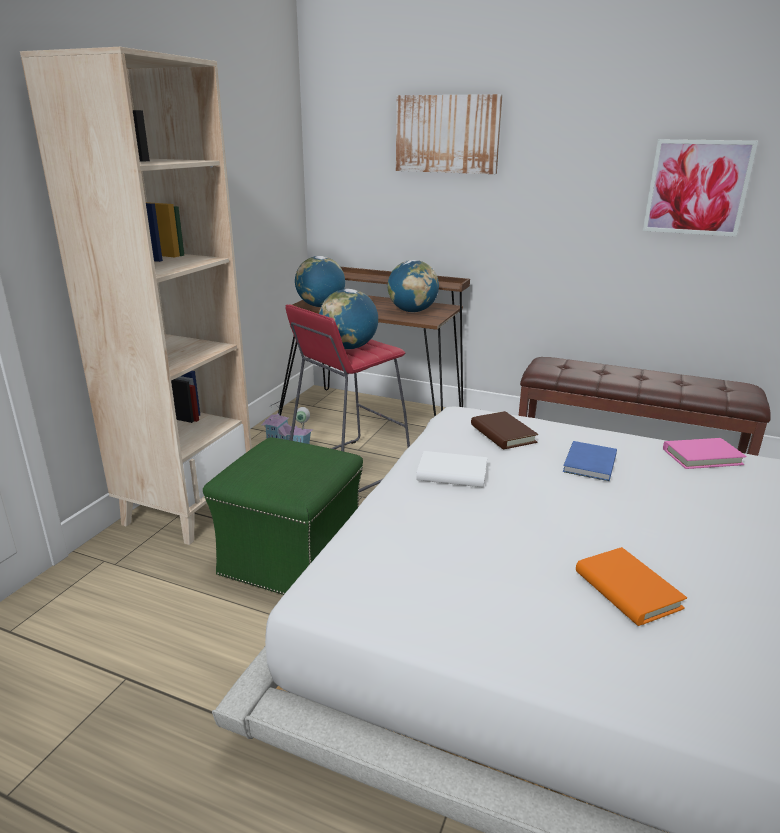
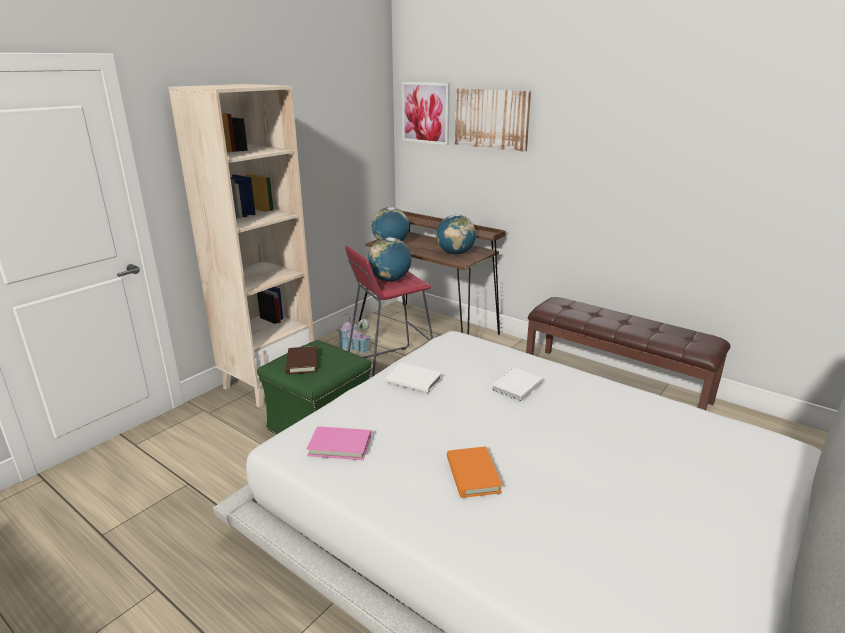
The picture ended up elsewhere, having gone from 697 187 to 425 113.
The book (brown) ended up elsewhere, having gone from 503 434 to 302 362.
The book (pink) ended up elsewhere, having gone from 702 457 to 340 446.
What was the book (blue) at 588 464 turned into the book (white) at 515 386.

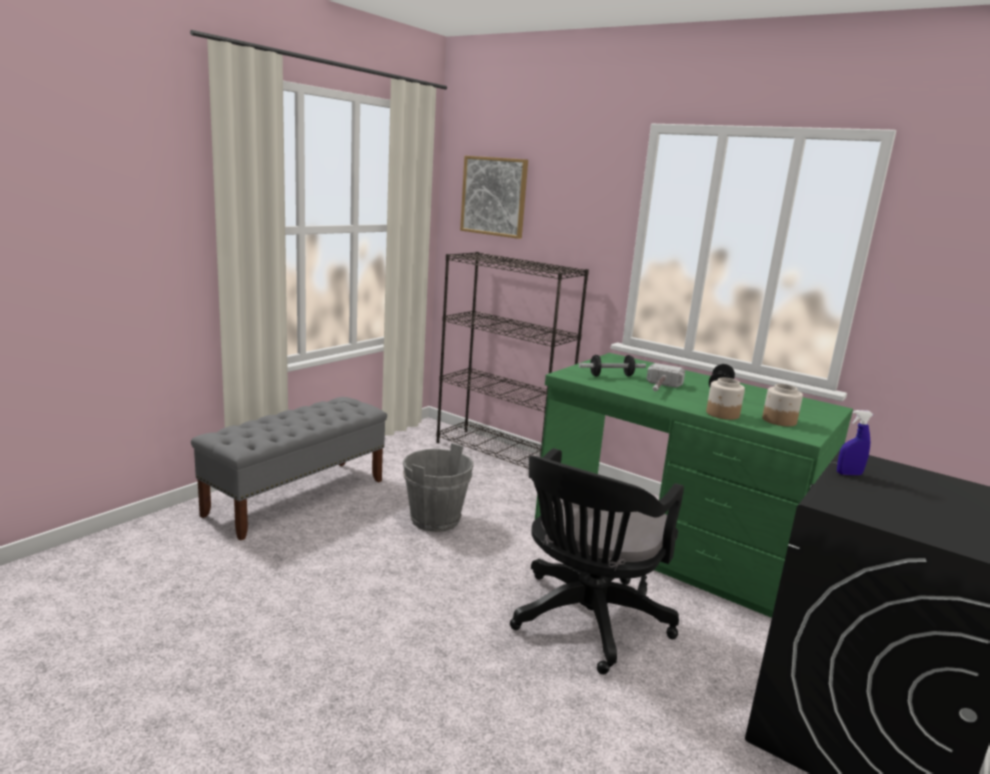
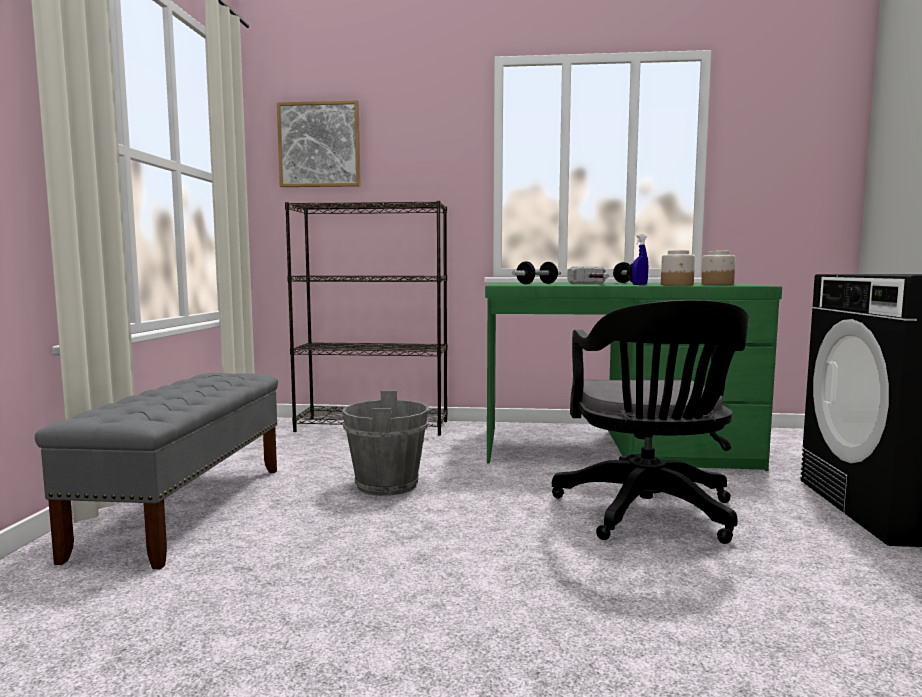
The spray bottle (blue) ended up elsewhere, having gone from 849 474 to 639 285.

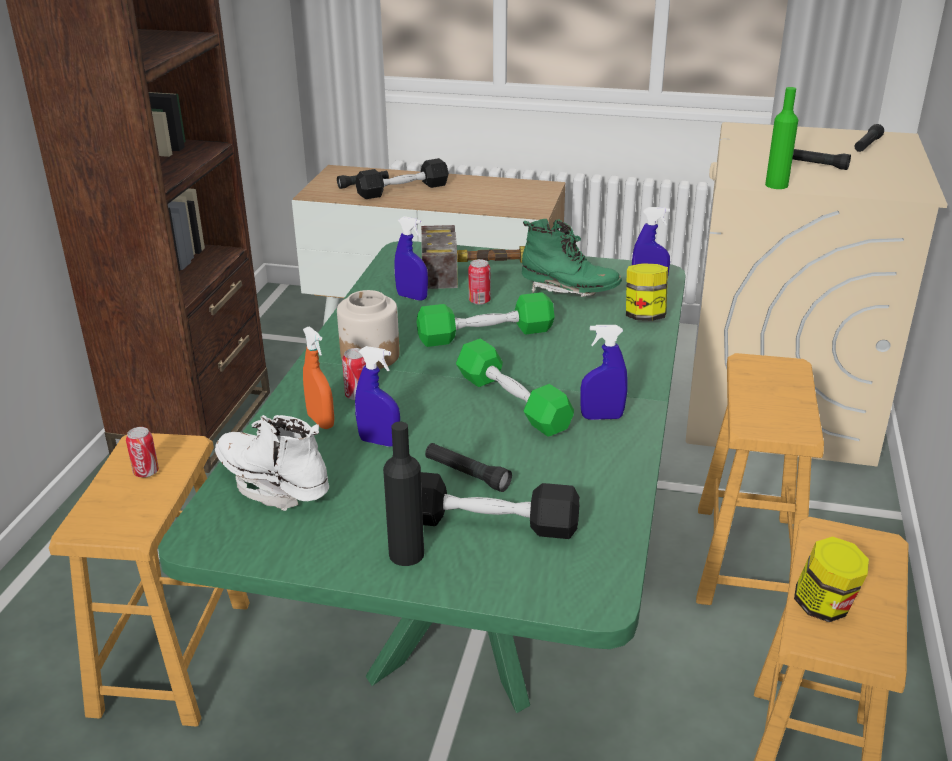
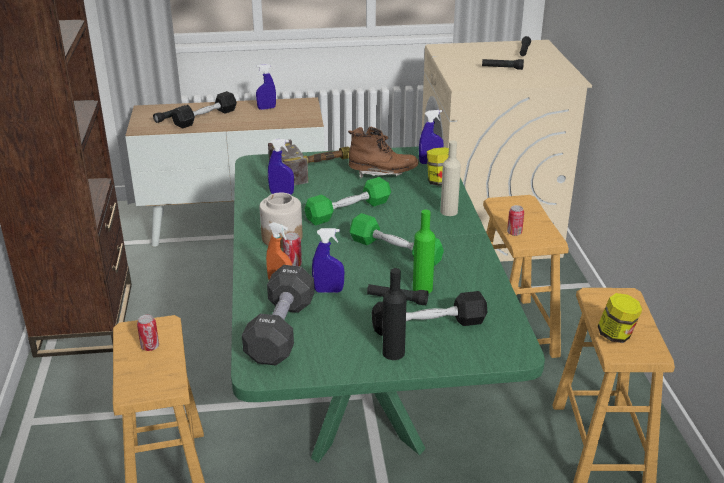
The bottle (green) ended up elsewhere, having gone from 776 185 to 422 288.
What was the boot (green) at 569 291 turned into the boot (brown) at 382 173.
The can ended up elsewhere, having gone from 479 301 to 514 233.
The spray bottle (blue) ended up elsewhere, having gone from 602 417 to 266 108.
Where the boot (white) stood at 274 486, the dumbbell (black) came to stand at 281 331.
The second view gained the bottle (beige) at 449 211.

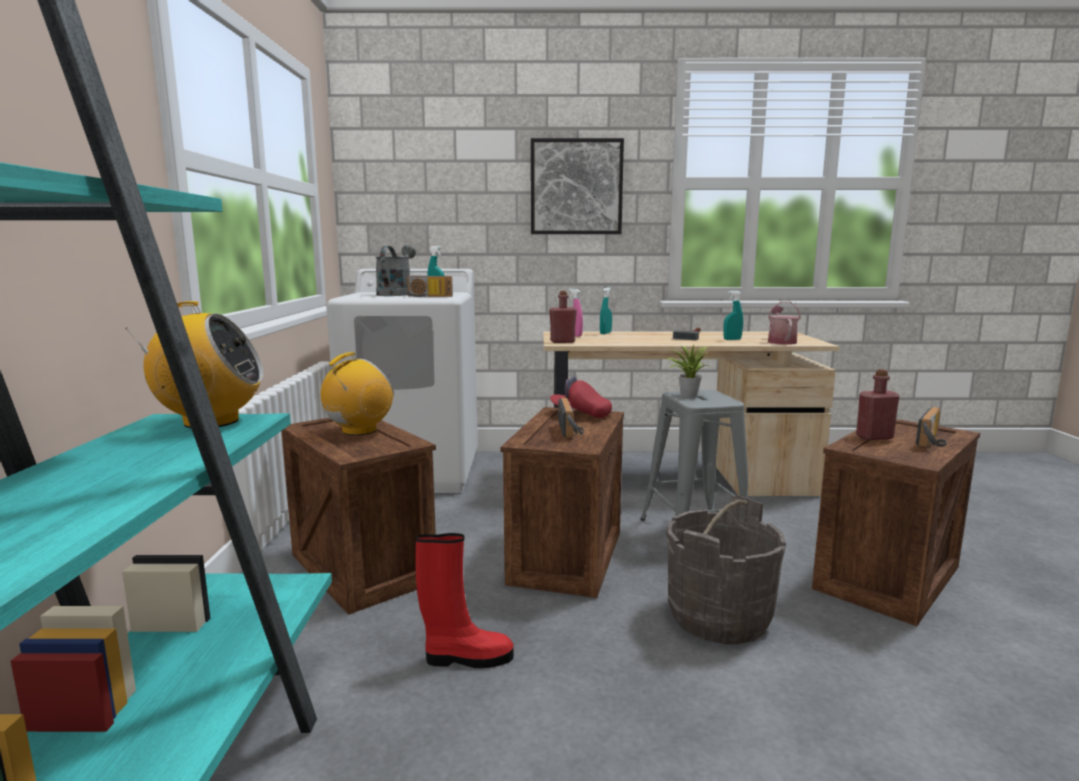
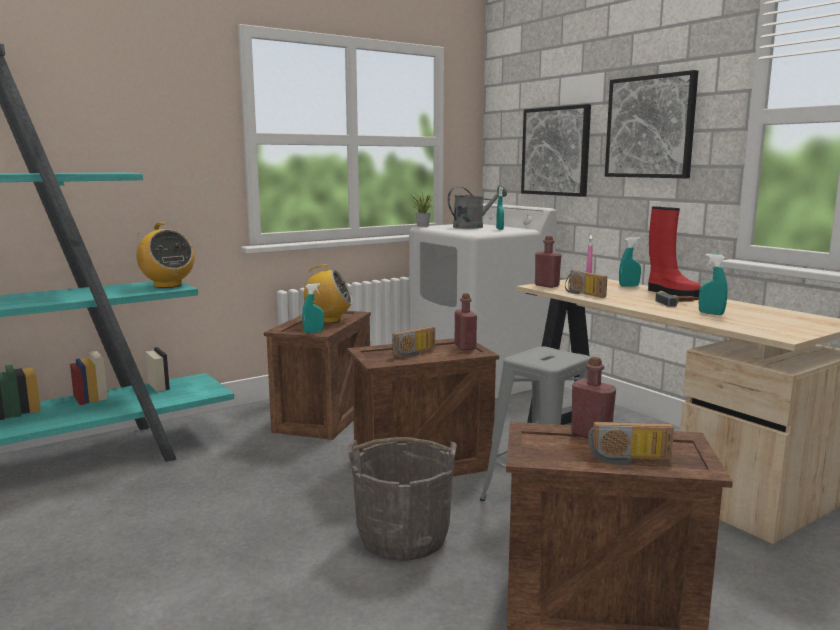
The radio ended up elsewhere, having gone from 427 296 to 582 294.
The second view lost the watering can at 781 341.
The potted plant ended up elsewhere, having gone from 686 395 to 423 226.
Where the cap (red) stood at 580 414, the bottle (red) came to stand at 465 347.
The boot (red) ended up elsewhere, having gone from 466 658 to 671 293.
The second view gained the picture at 556 151.
The second view gained the spray bottle (turquoise) at 313 332.

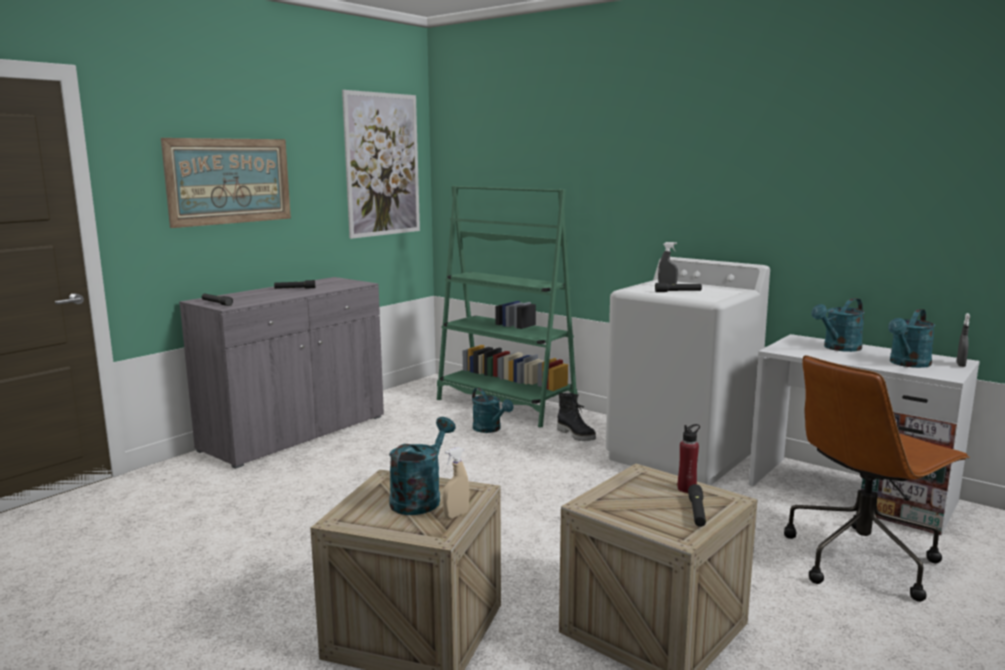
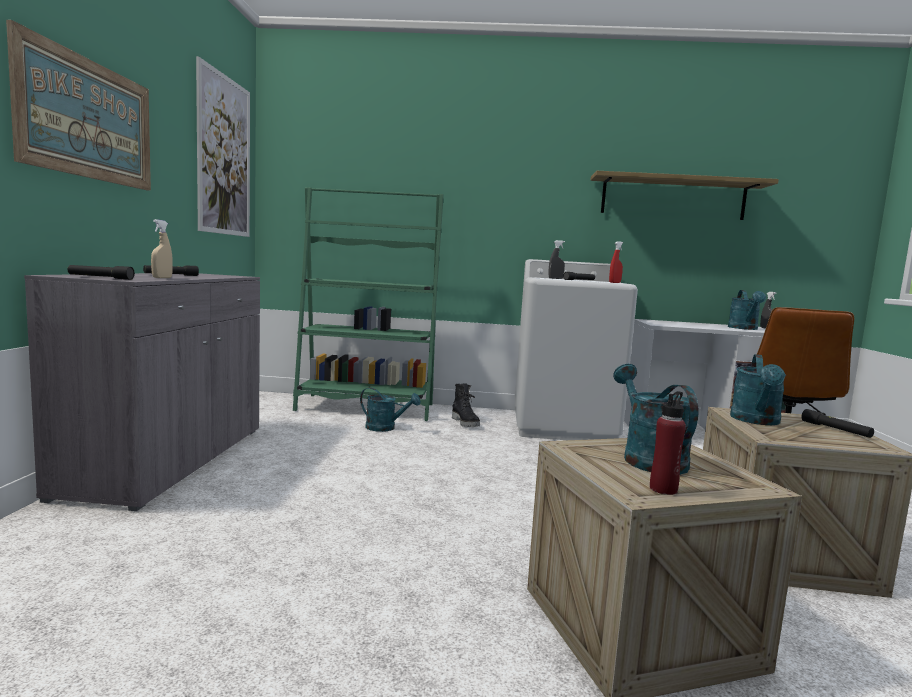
The watering can (turquoise) ended up elsewhere, having gone from 838 348 to 756 421.
The boot (black) at 577 435 ended up facing another way, 45 degrees clockwise from before.
The bottle (red) ended up elsewhere, having gone from 686 489 to 663 489.
The spray bottle (beige) ended up elsewhere, having gone from 456 515 to 162 278.
The second view gained the shelf at 673 198.
The second view gained the spray bottle (red) at 614 282.

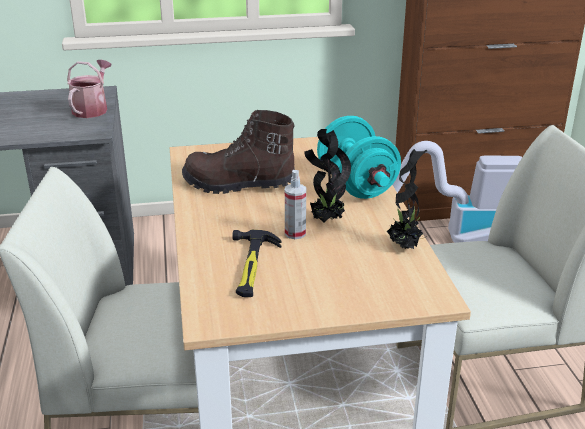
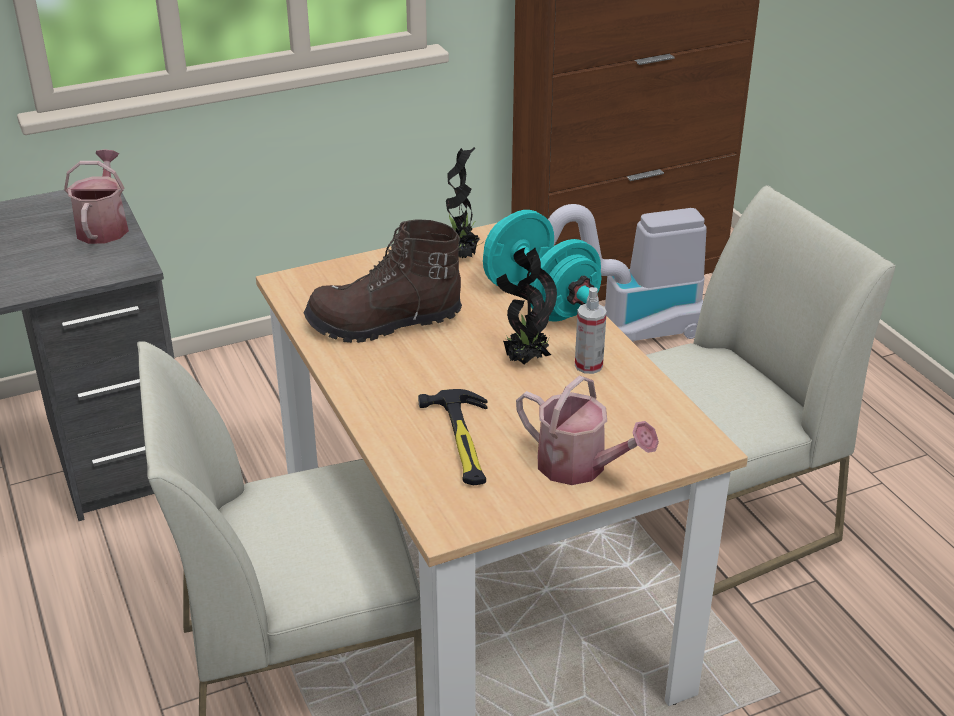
The potted plant ended up elsewhere, having gone from 405 246 to 461 256.
The spray bottle ended up elsewhere, having gone from 295 233 to 588 365.
The second view gained the watering can at 580 467.

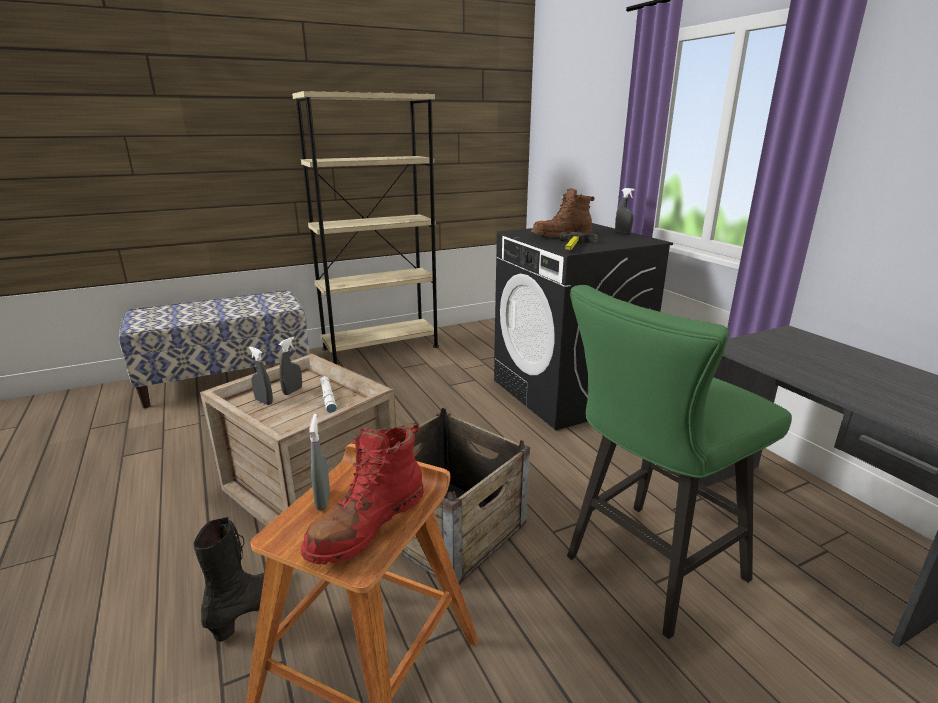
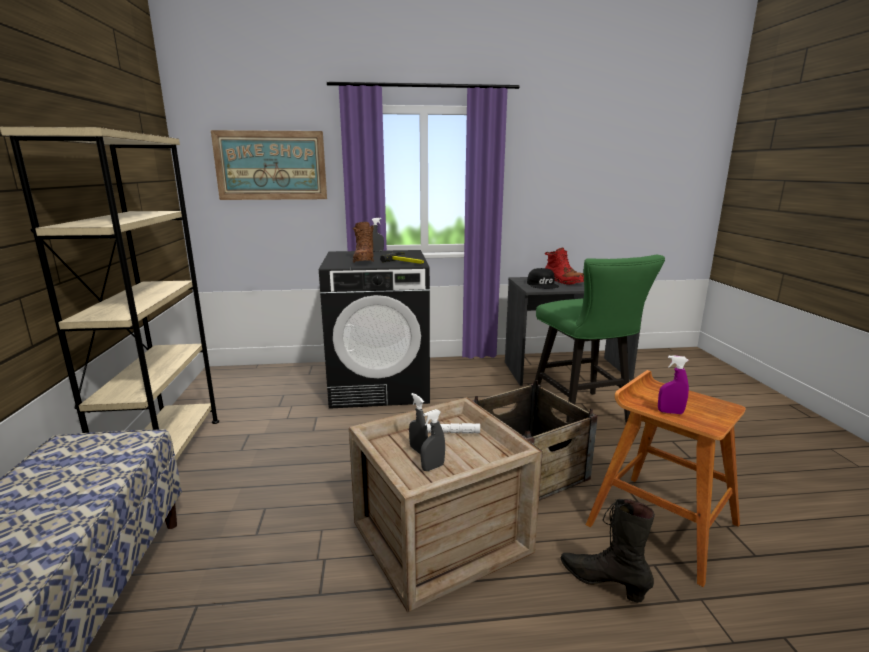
What was the spray bottle (grey) at 323 500 turned into the spray bottle (purple) at 670 412.
The boot (red) ended up elsewhere, having gone from 367 524 to 563 281.
The second view gained the picture at 271 165.
The second view gained the cap (black) at 543 284.

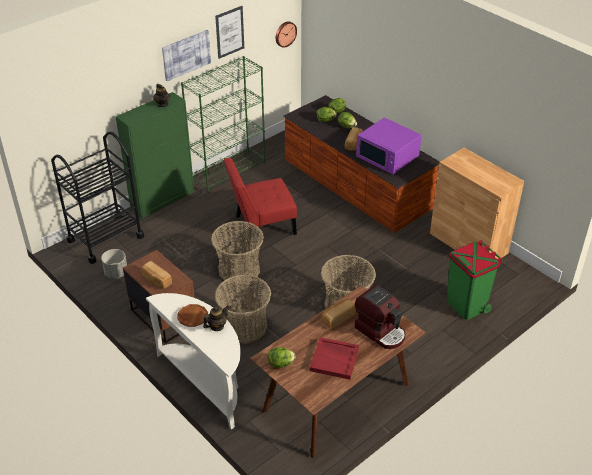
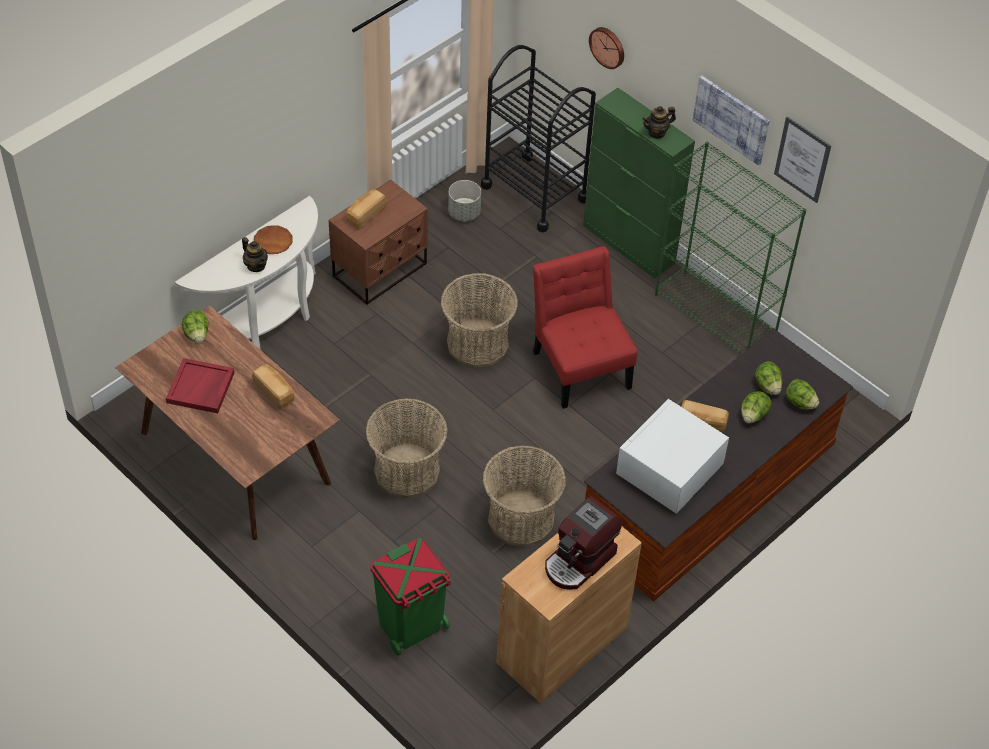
The wall clock ended up elsewhere, having gone from 285 33 to 608 47.
What was the microwave (purple) at 387 157 turned into the microwave (white) at 668 470.
The basket ended up elsewhere, having gone from 244 326 to 521 518.
The coffee machine ended up elsewhere, having gone from 380 331 to 579 561.

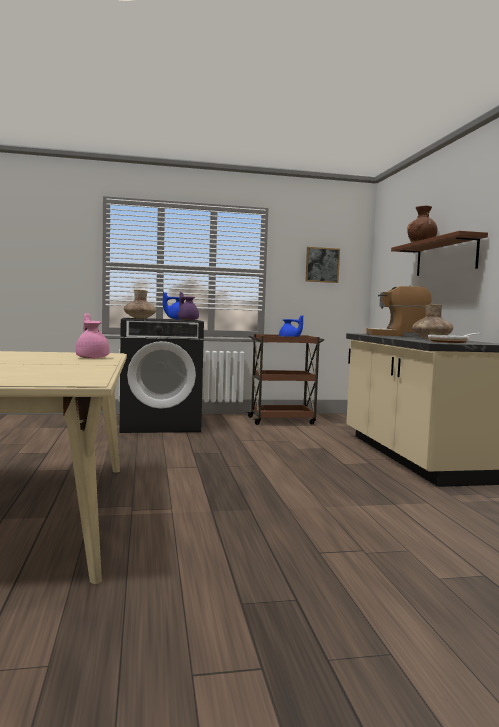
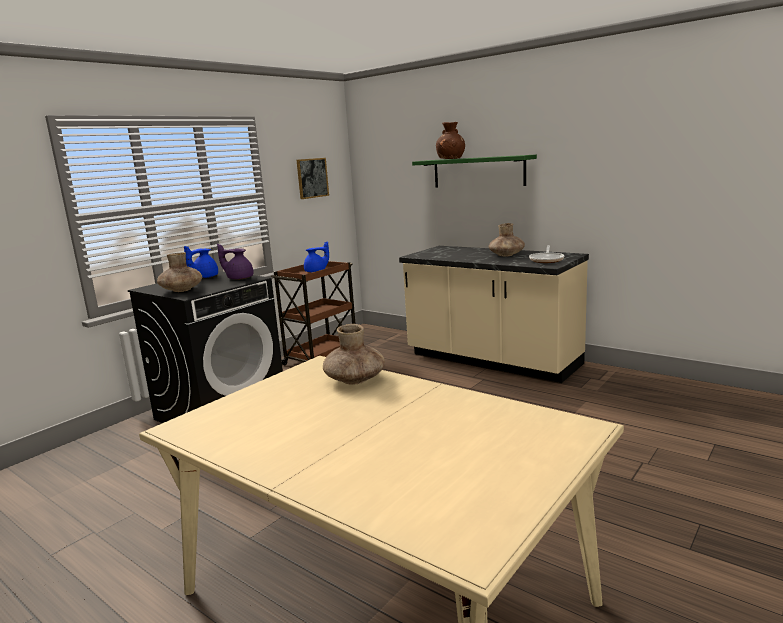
What was the shelf (brown) at 445 257 turned into the shelf (green) at 478 172.
The second view lost the coffee machine at 397 335.
Where the teapot (pink) stood at 92 358, the vase (brown) came to stand at 355 379.

